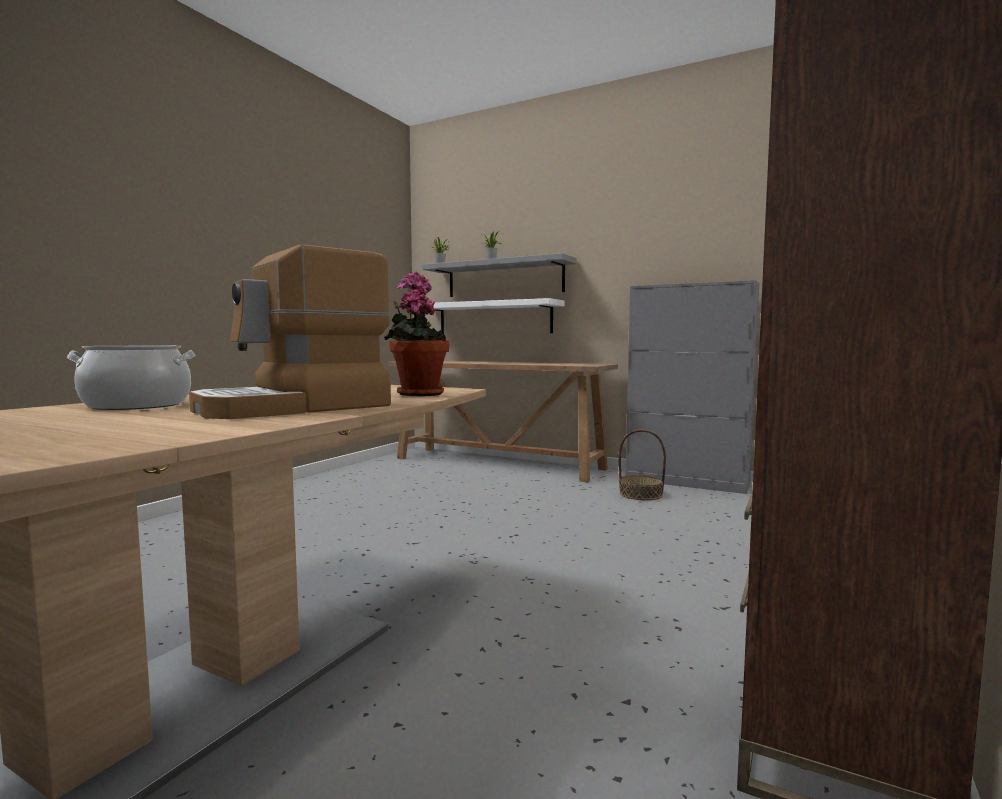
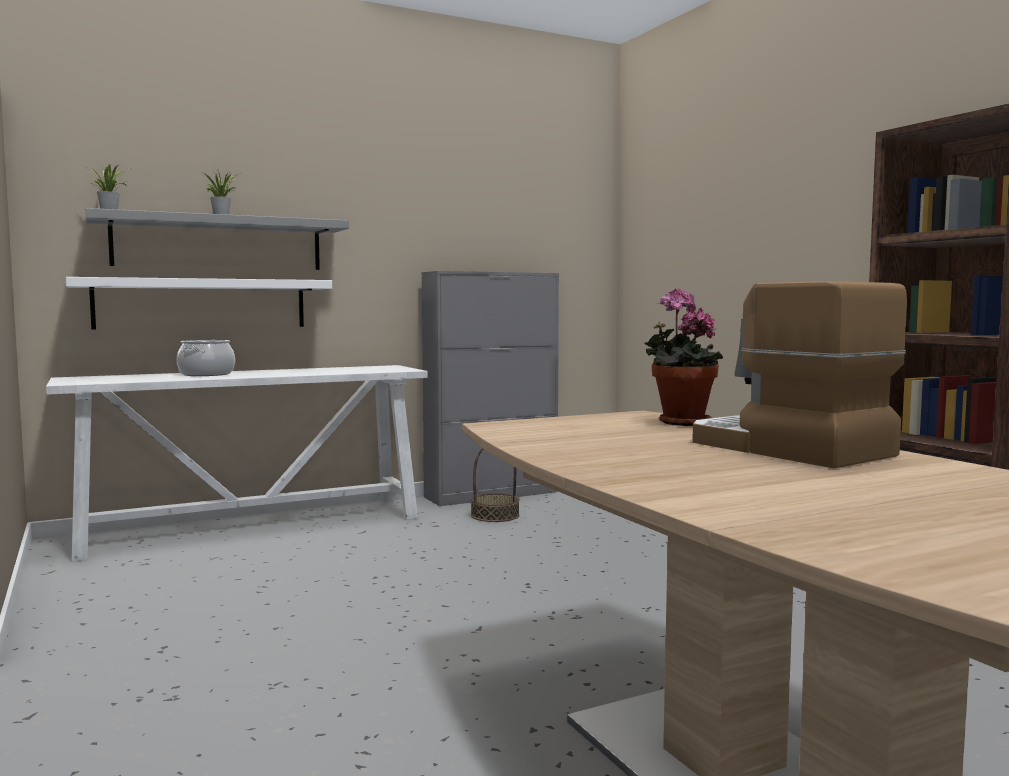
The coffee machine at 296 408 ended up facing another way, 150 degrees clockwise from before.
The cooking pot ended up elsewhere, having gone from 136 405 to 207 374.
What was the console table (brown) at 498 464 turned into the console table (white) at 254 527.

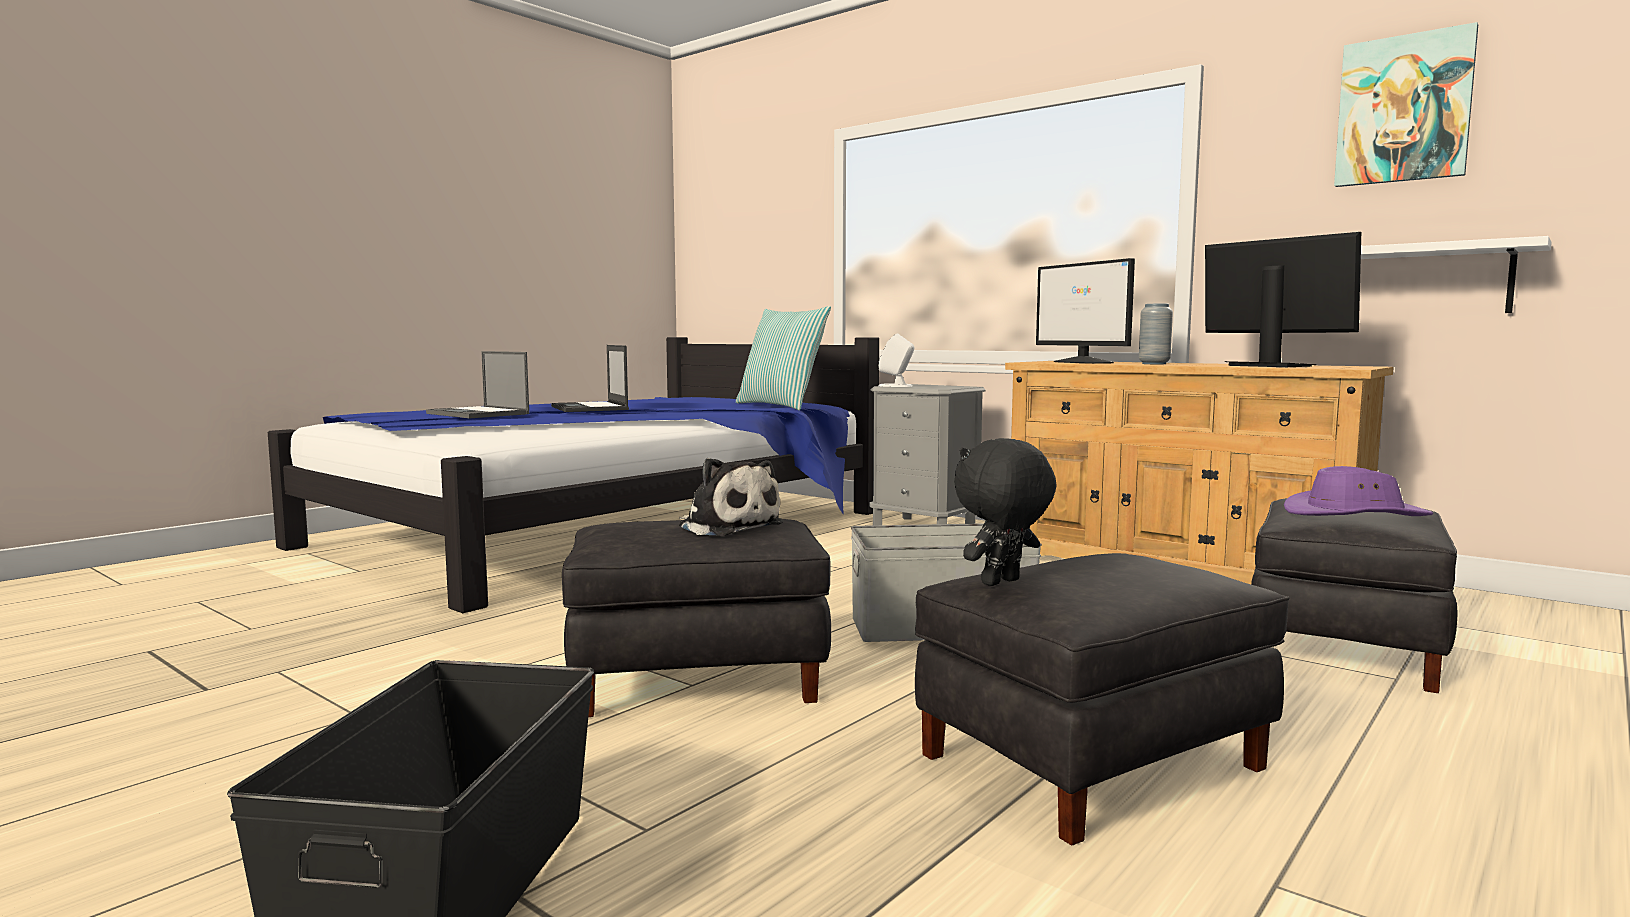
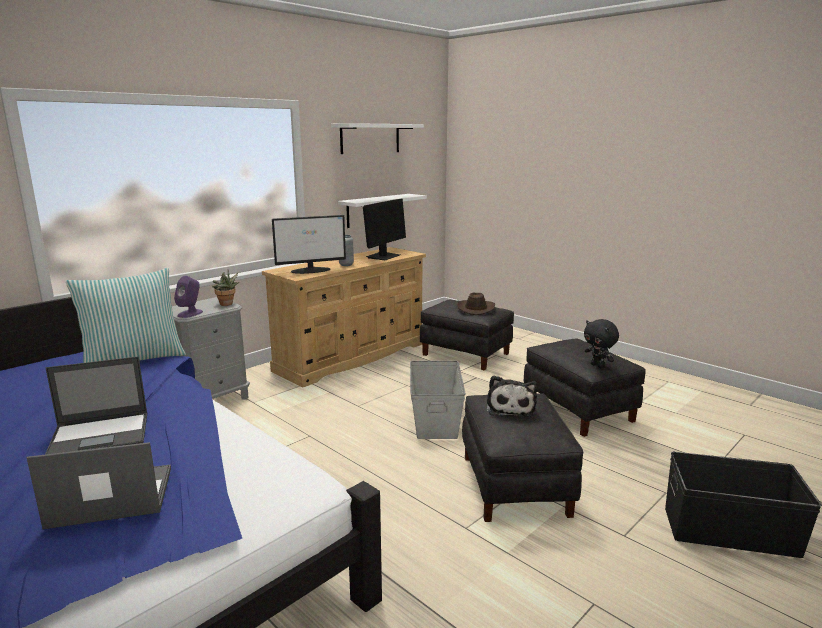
Where the picture hung at 1403 109, the shelf (white) came to hang at 370 138.
The monitor at 1269 366 ended up facing another way, 150 degrees clockwise from before.
What was the speaker (white) at 896 386 turned into the speaker (purple) at 190 313.
The laptop at 479 414 ended up facing another way, 150 degrees counterclockwise from before.
The plush toy at 727 526 ended up facing another way, 135 degrees clockwise from before.
What was the hat (purple) at 1355 514 turned into the hat (brown) at 475 309.
The second view gained the potted plant at 227 304.

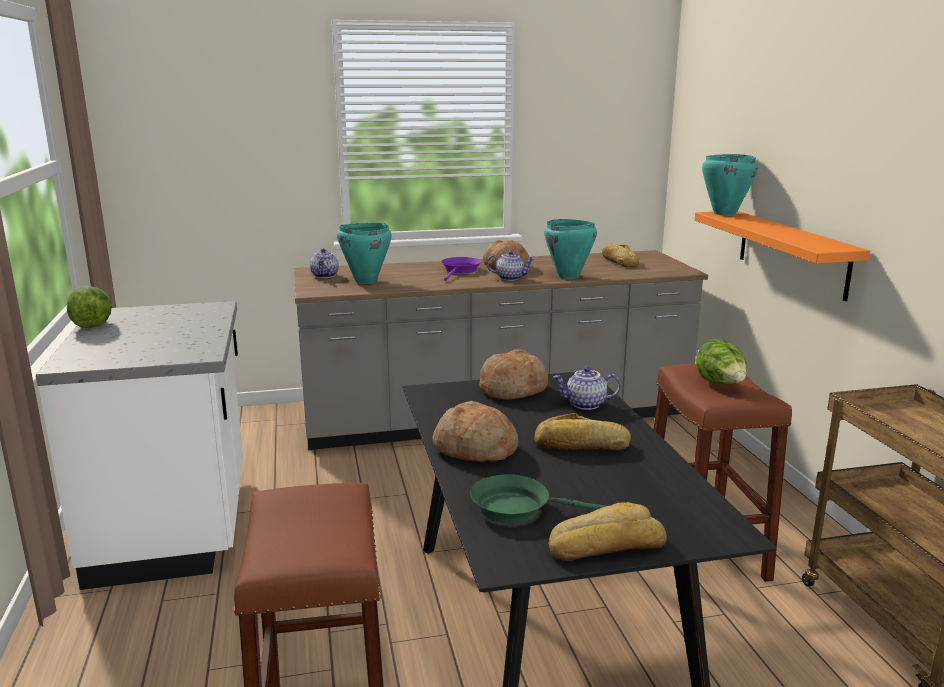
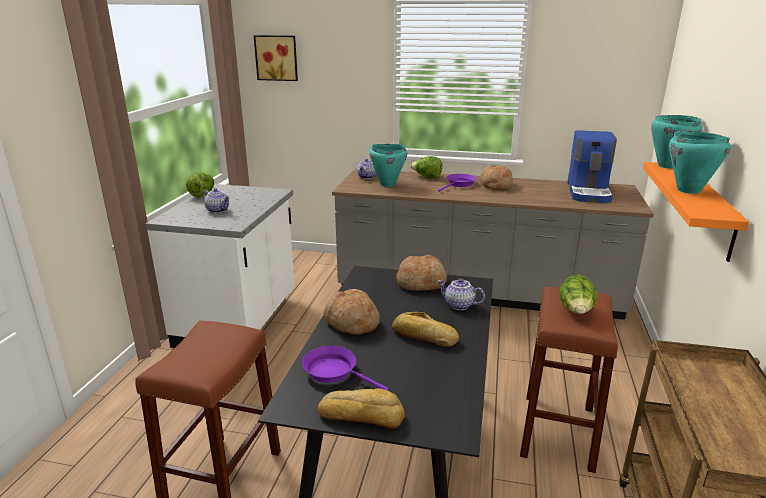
The cooking pot (turquoise) ended up elsewhere, having gone from 568 276 to 688 190.
Where the bread stood at 619 262, the coffee machine came to stand at 589 192.
The teapot ended up elsewhere, having gone from 510 278 to 218 210.
What was the frying pan (green) at 517 508 turned into the frying pan (purple) at 334 372.
The second view gained the picture at 277 58.
The second view gained the lettuce at 427 177.

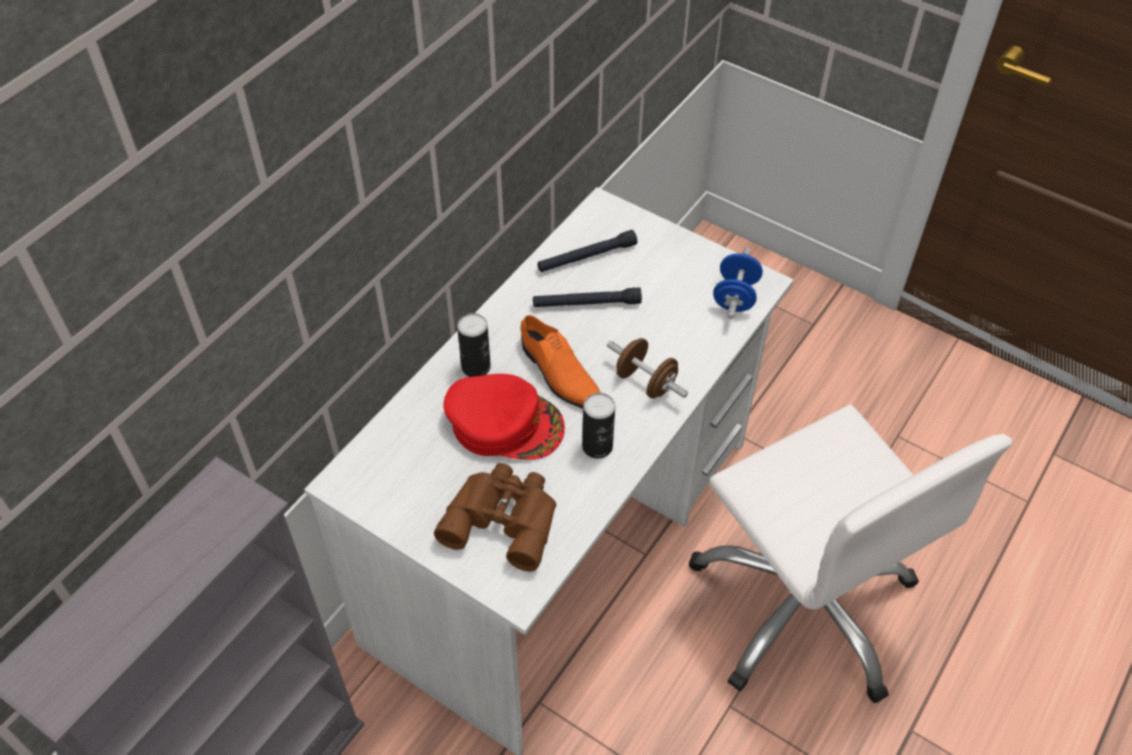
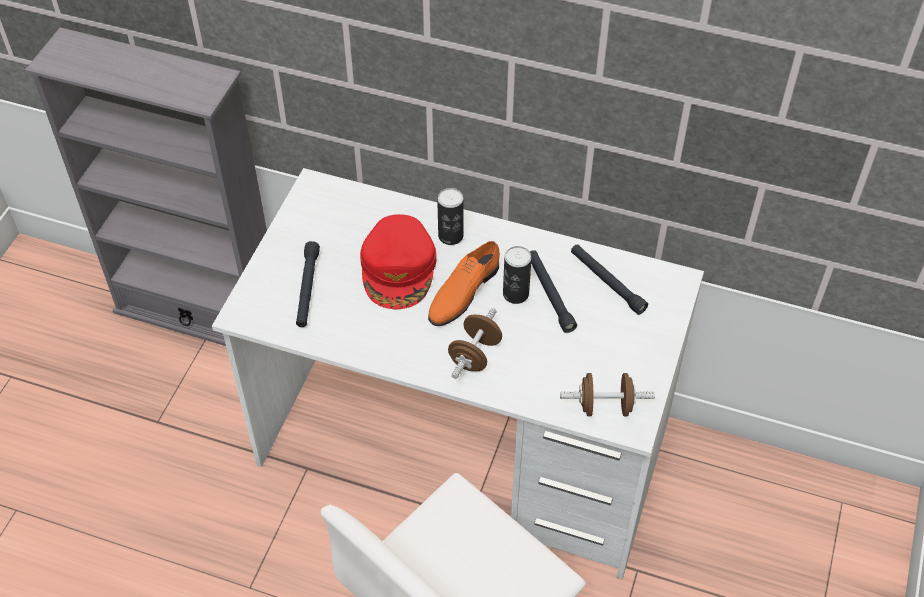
What was the dumbbell (blue) at 735 297 turned into the dumbbell (brown) at 605 406.
The can ended up elsewhere, having gone from 597 446 to 515 294.
Where the binoculars (brown) stood at 503 517, the flashlight (black) came to stand at 307 289.

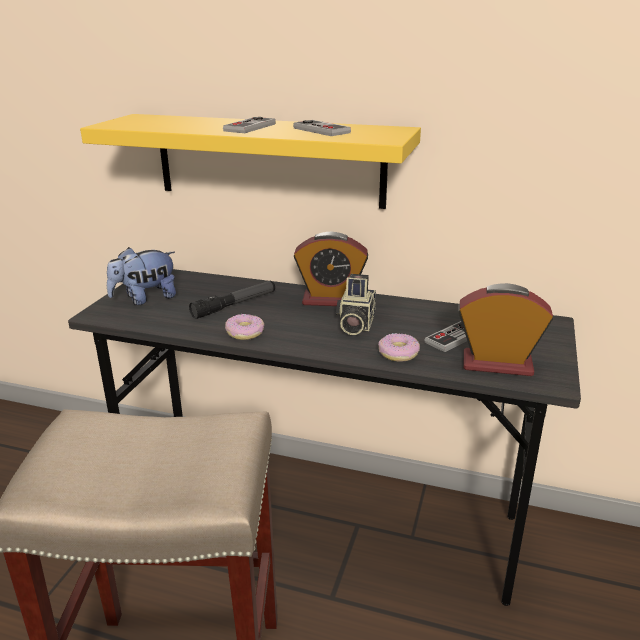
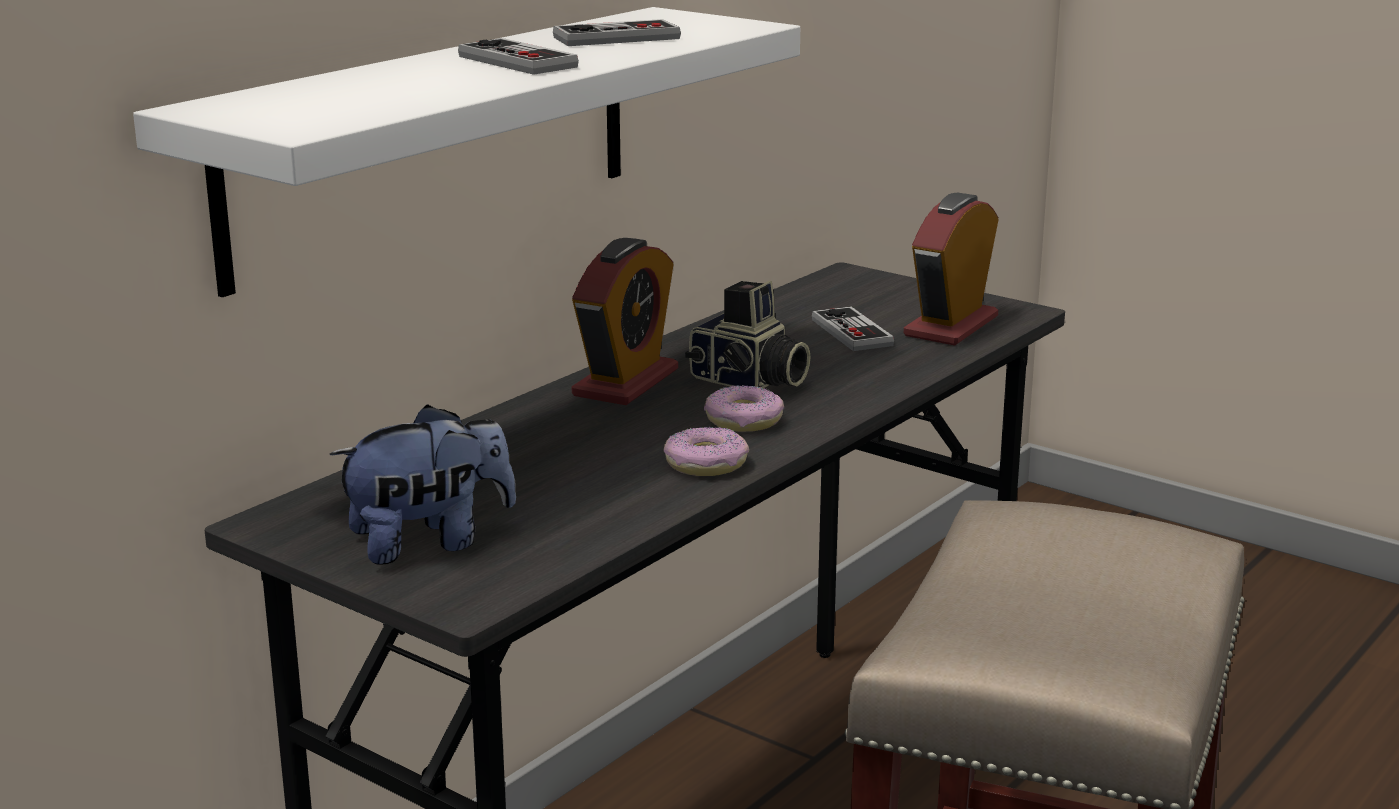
What was the shelf (yellow) at 268 160 turned into the shelf (white) at 434 141.
The plush toy at 145 299 ended up facing another way, 105 degrees counterclockwise from before.
The second view lost the flashlight at 235 305.
The donut ended up elsewhere, having gone from 398 353 to 743 421.

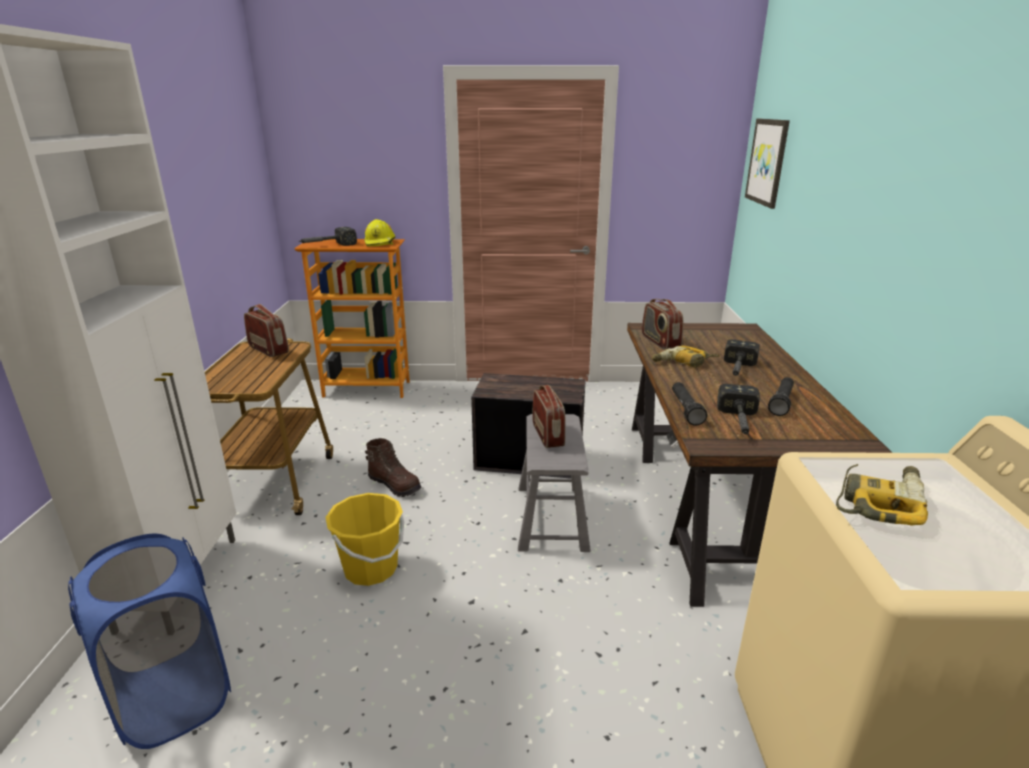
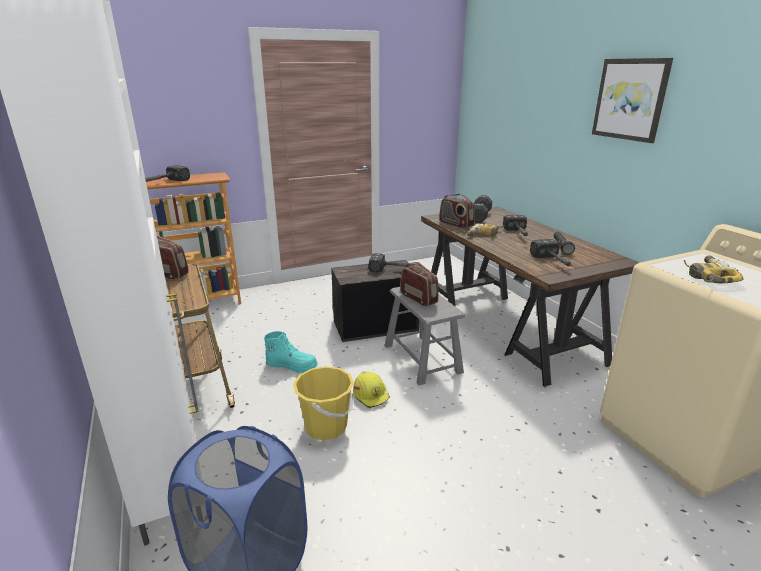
The picture ended up elsewhere, having gone from 768 162 to 630 99.
The hard hat (yellow) ended up elsewhere, having gone from 380 243 to 371 395.
The second view lost the flashlight (black) at 685 410.
What was the boot (brown) at 395 485 turned into the boot (turquoise) at 292 366.
The second view gained the dumbbell (black) at 480 217.
The second view gained the hammer at 394 269.

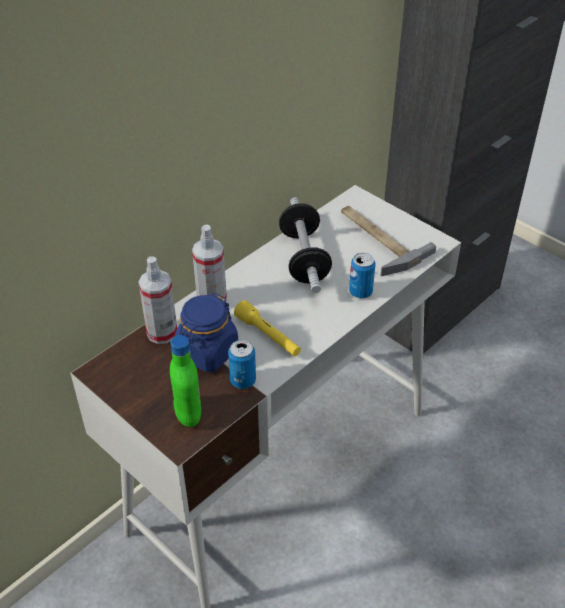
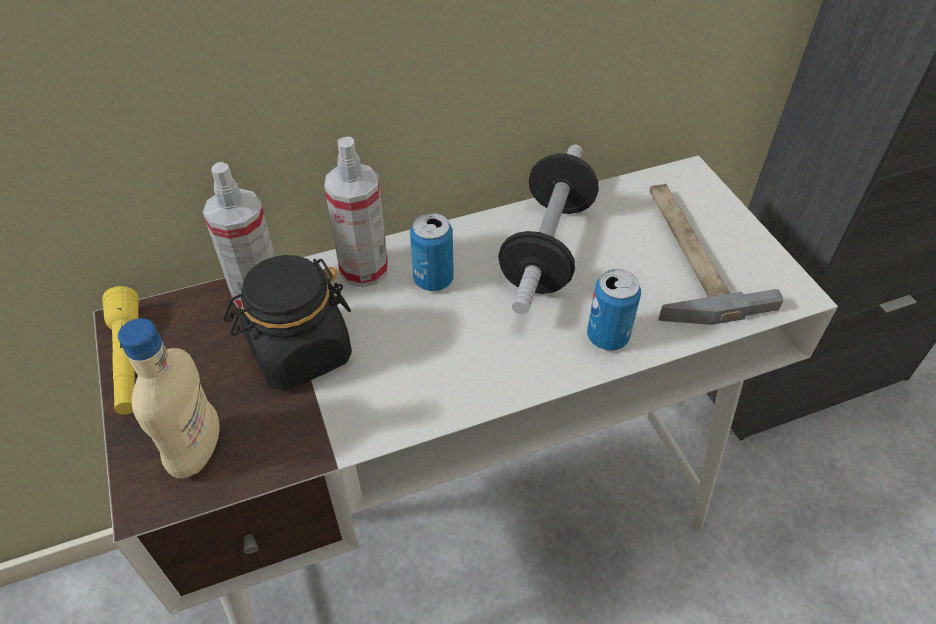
What was the jar (blue) at 207 352 turned into the jar (black) at 299 352.
The flashlight (yellow) ended up elsewhere, having gone from 268 336 to 128 360.
What was the bottle (green) at 188 414 turned into the bottle (beige) at 196 451.
The can ended up elsewhere, having gone from 243 381 to 433 279.

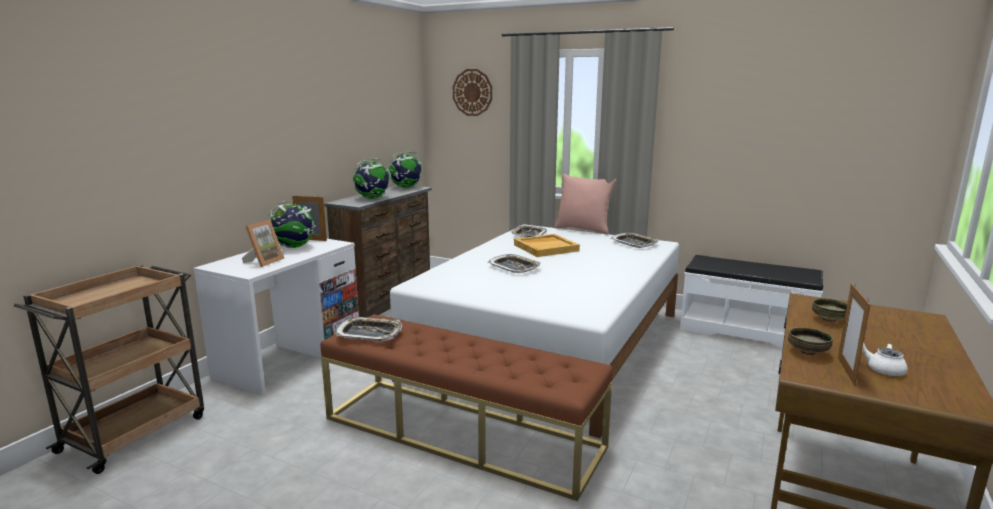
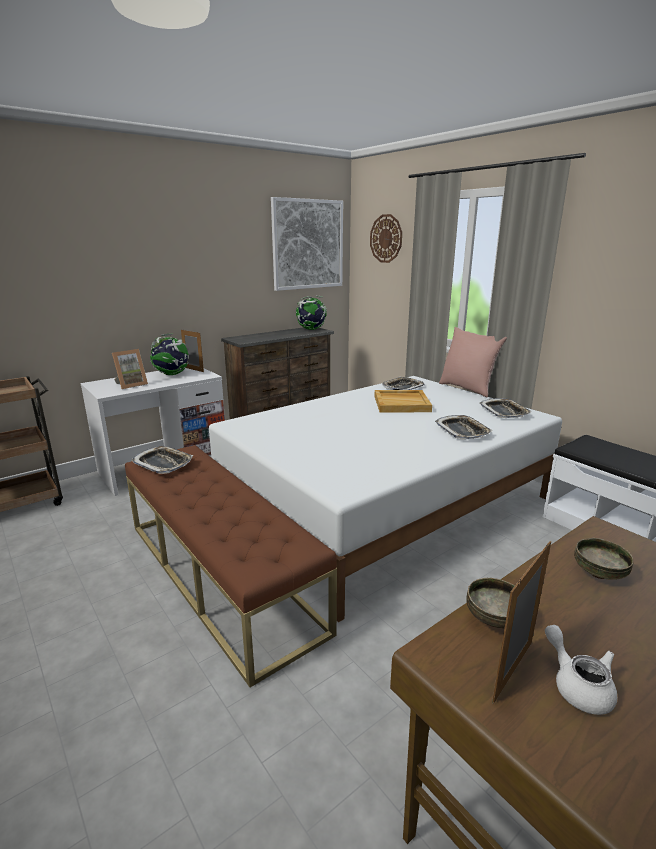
The second view lost the globe at 372 198.
The tray ended up elsewhere, having gone from 514 267 to 462 431.
The second view gained the picture at 308 244.

